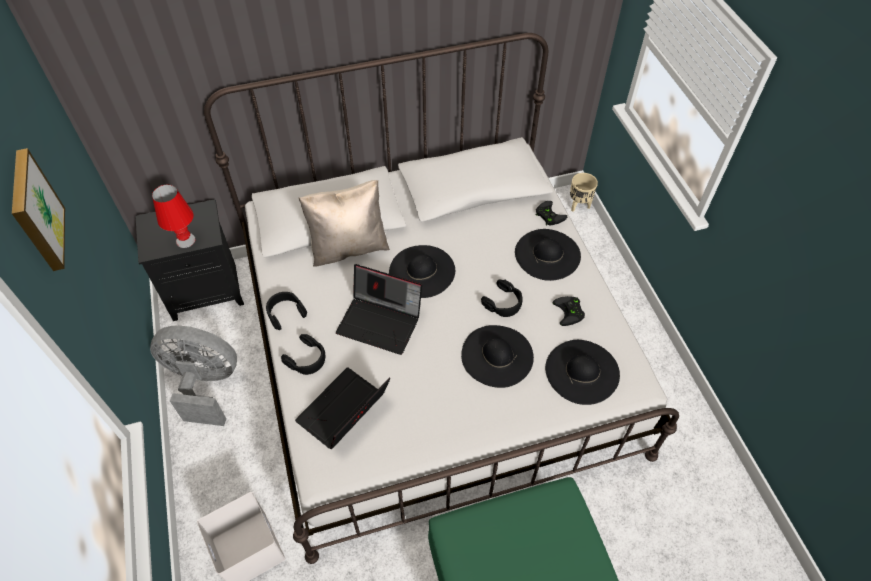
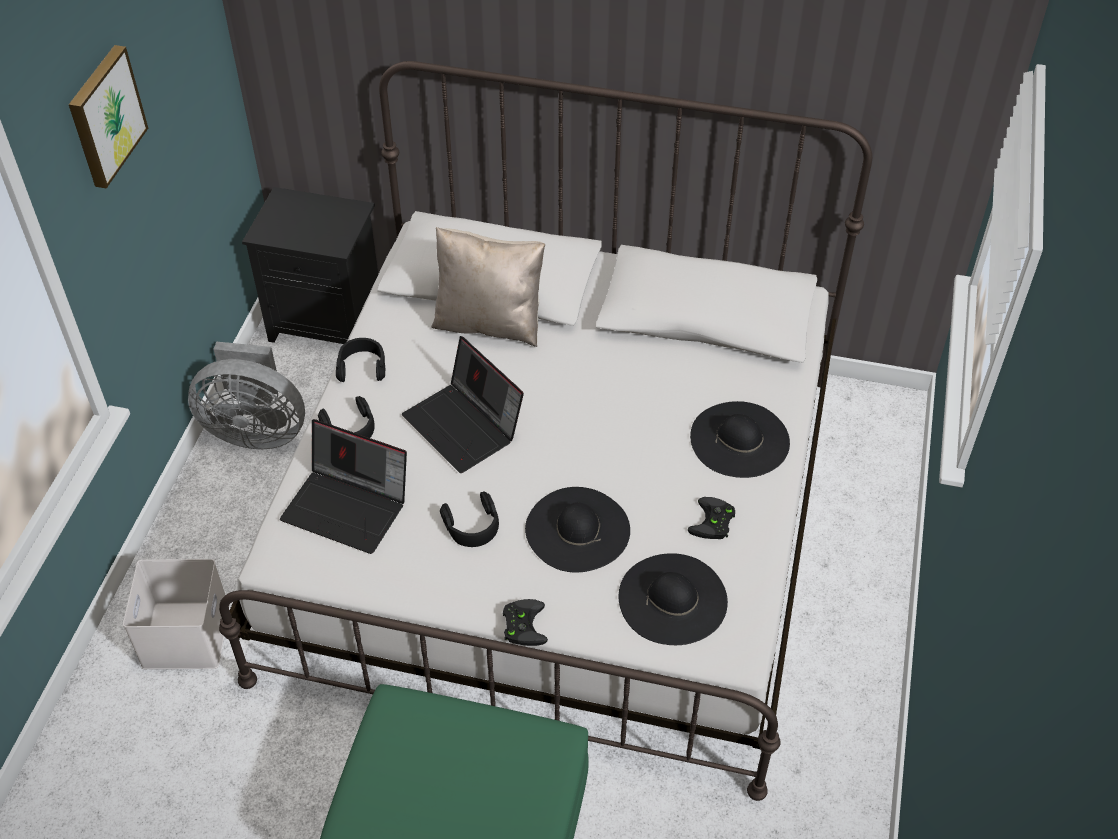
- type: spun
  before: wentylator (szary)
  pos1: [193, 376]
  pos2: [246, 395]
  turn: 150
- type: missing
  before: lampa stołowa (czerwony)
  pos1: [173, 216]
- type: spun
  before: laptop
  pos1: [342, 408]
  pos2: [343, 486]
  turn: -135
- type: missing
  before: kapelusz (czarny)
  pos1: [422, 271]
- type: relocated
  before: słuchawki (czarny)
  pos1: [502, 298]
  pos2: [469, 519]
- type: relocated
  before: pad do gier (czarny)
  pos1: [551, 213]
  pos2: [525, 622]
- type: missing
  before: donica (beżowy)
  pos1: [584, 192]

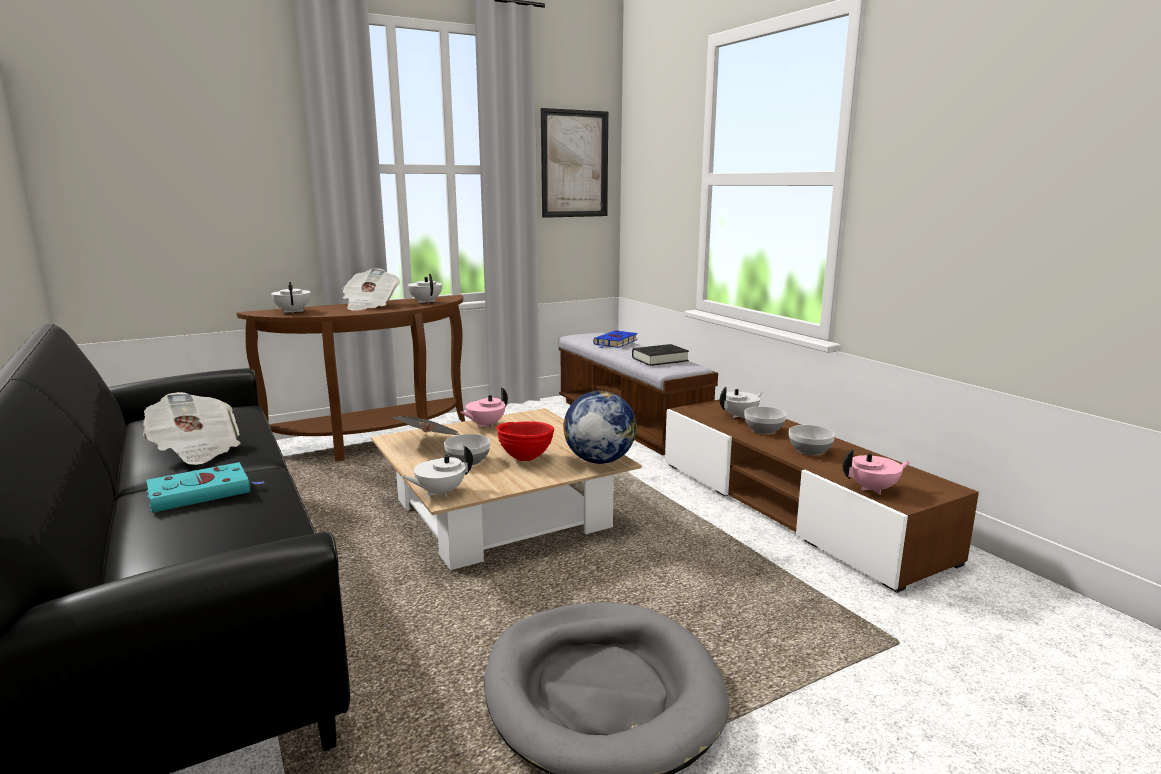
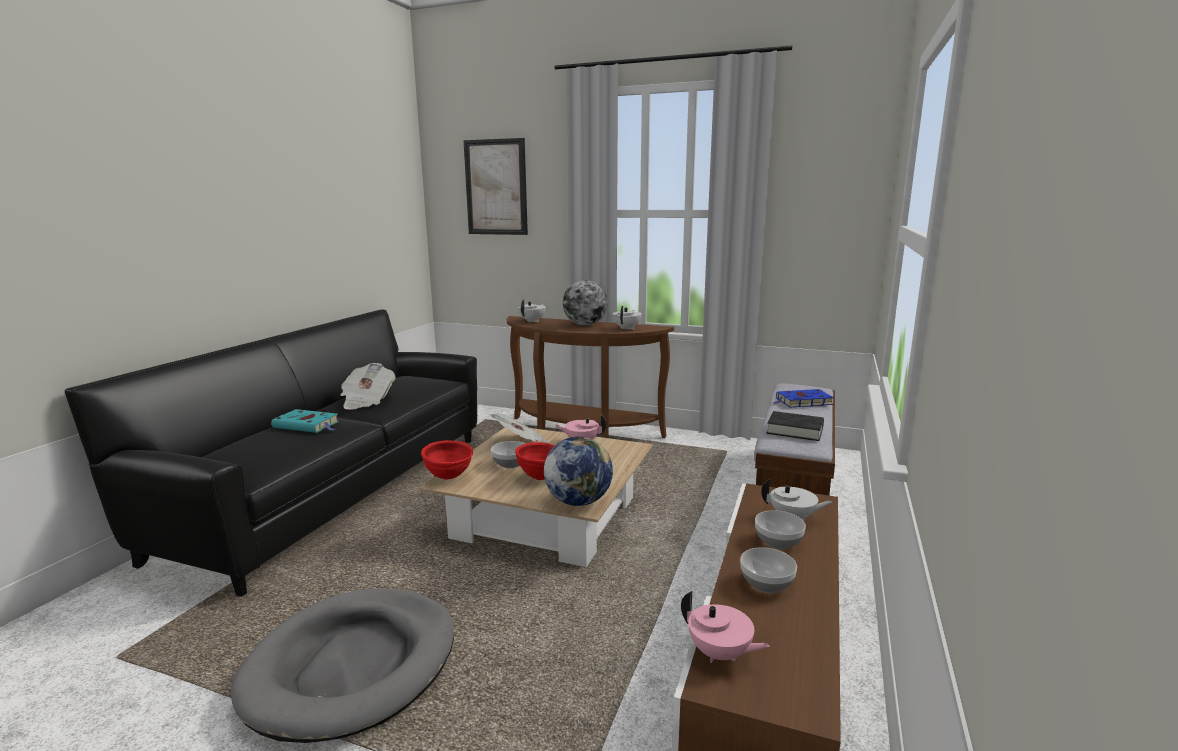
- type: exchanged
  before: gazeta
  after: globus
  pos1: [371, 289]
  pos2: [585, 303]
- type: exchanged
  before: imbryk (biały)
  after: miska (czerwony)
  pos1: [437, 471]
  pos2: [447, 460]
- type: relocated
  before: obraz
  pos1: [574, 163]
  pos2: [495, 186]

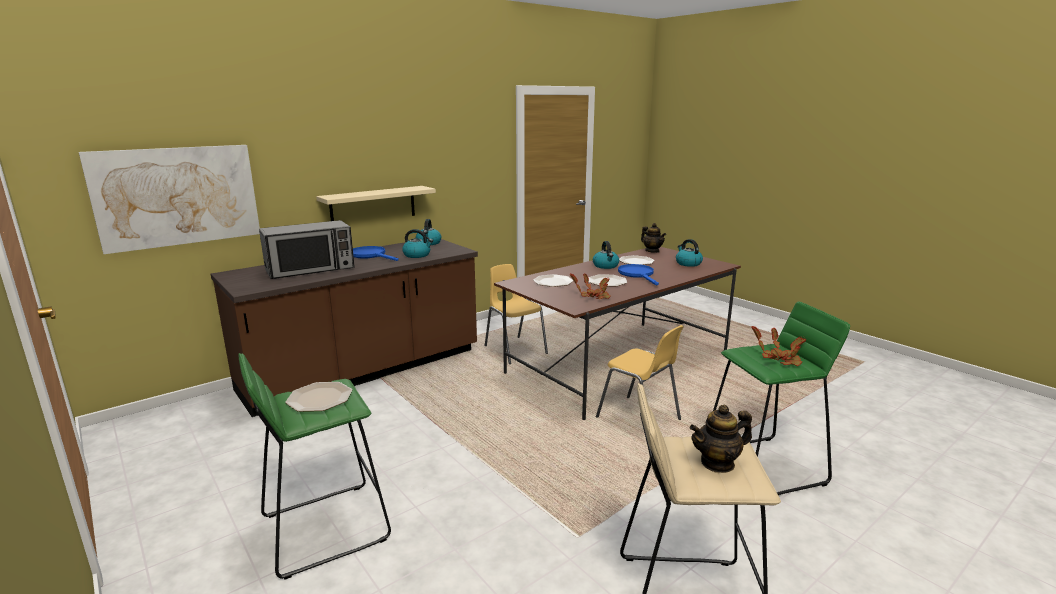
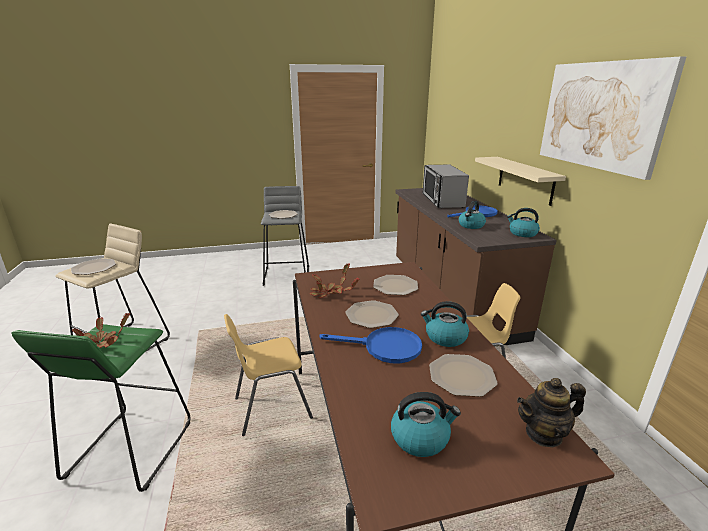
- type: relocated
  before: obraz
  pos1: [169, 199]
  pos2: [613, 118]
- type: colour
  before: stołek (zielony)
  after: stołek (szary)
  pos1: [314, 466]
  pos2: [285, 236]
- type: exchanged
  before: imbryk
  after: talerz
  pos1: [721, 439]
  pos2: [93, 266]

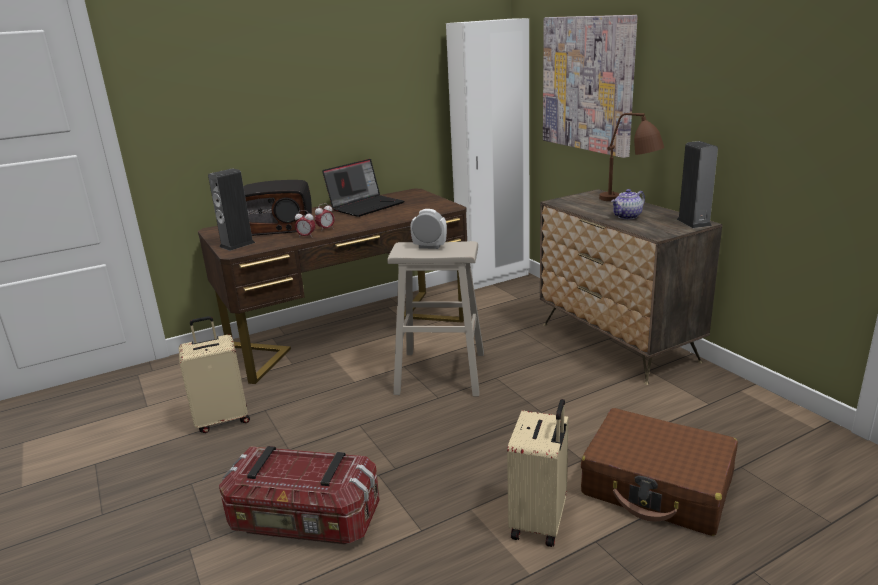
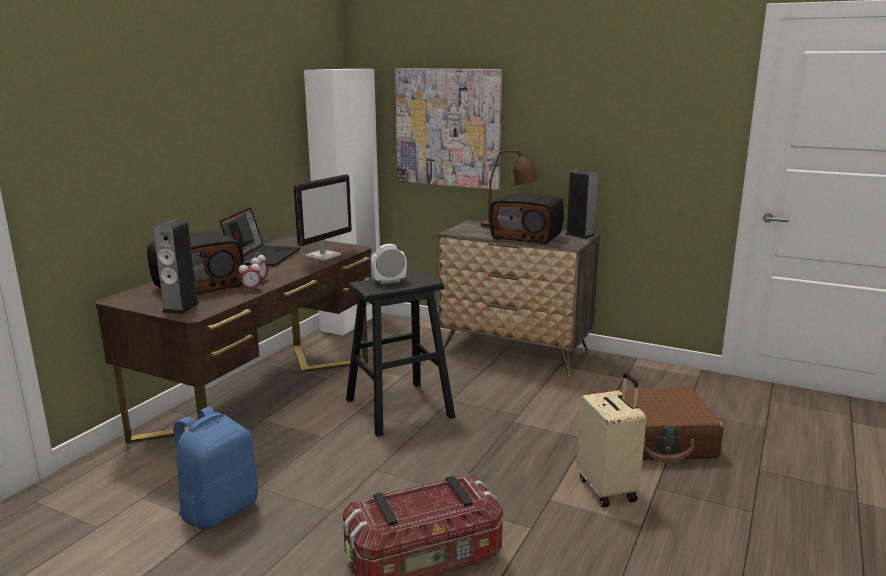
- type: exchanged
  before: walizka (beżowy)
  after: plecak (niebieski)
  pos1: [214, 374]
  pos2: [216, 468]
- type: colour
  before: stołek (beżowy)
  after: stołek (czarny)
  pos1: [435, 318]
  pos2: [400, 354]
- type: exchanged
  before: imbryk
  after: radio
  pos1: [628, 204]
  pos2: [527, 218]
- type: appeared
  after: monitor
  pos2: [322, 217]

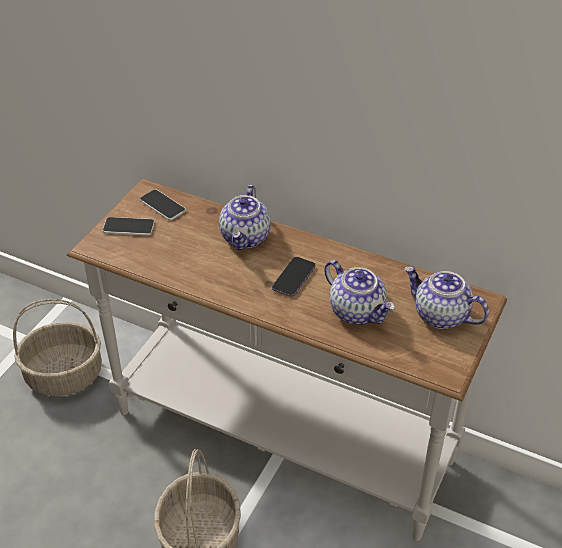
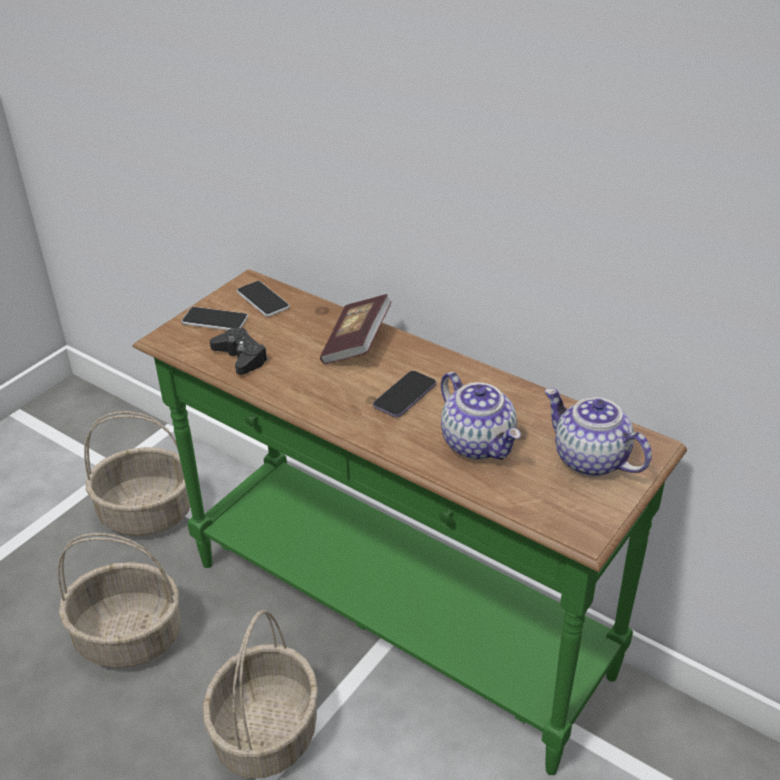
- type: colour
  before: stolik konsolowy (biały)
  after: stolik konsolowy (zielony)
  pos1: [287, 360]
  pos2: [410, 522]
- type: exchanged
  before: imbryk
  after: książka
  pos1: [245, 217]
  pos2: [356, 329]
- type: appeared
  after: koszyk
  pos2: [119, 600]
- type: appeared
  after: pad do gier (czarny)
  pos2: [239, 351]

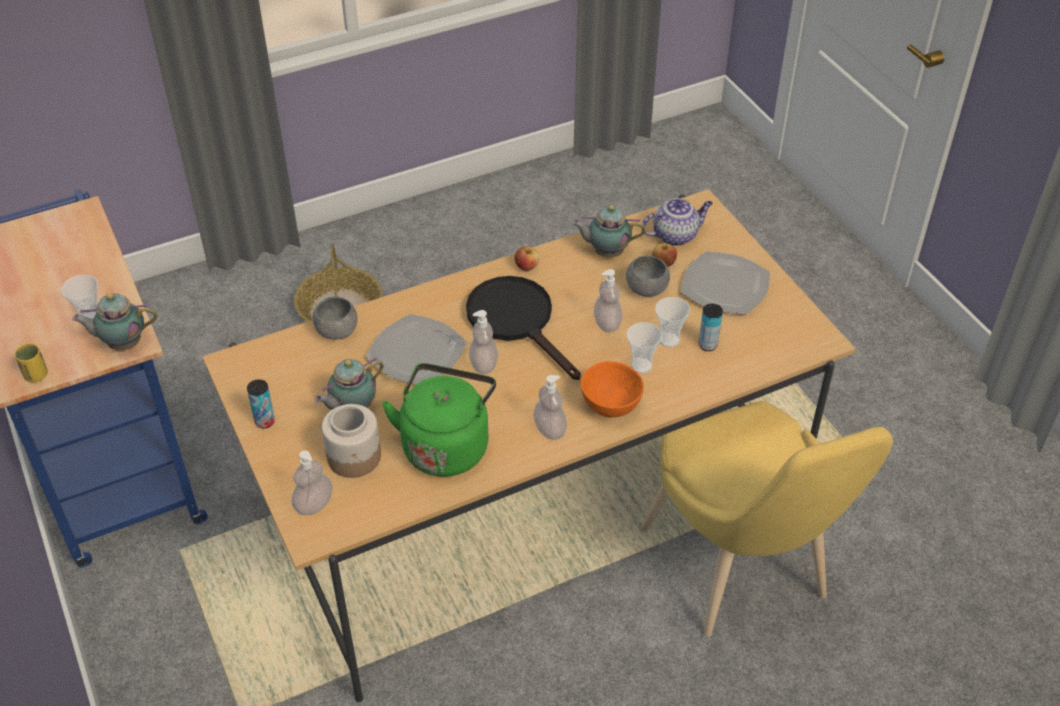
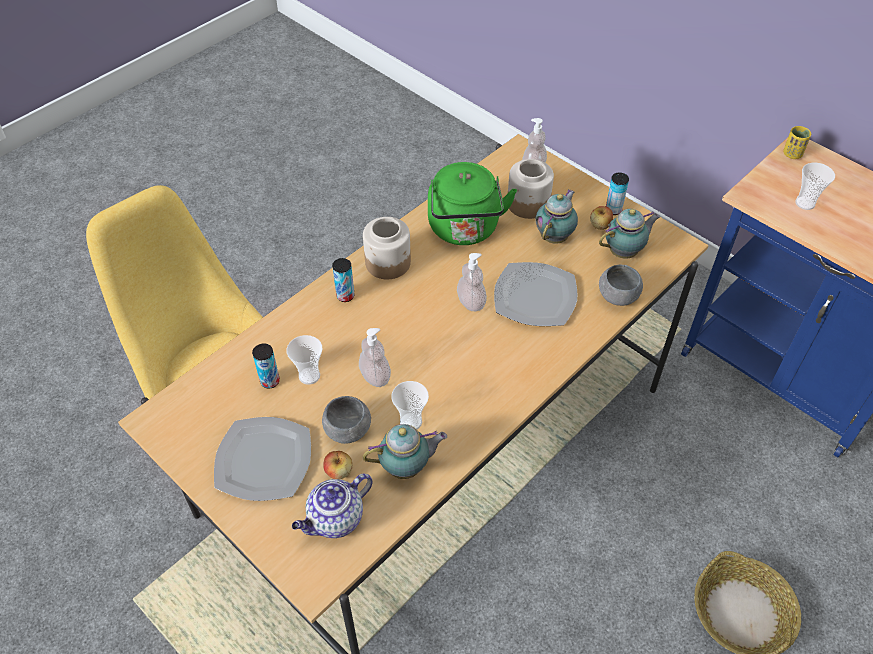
- type: relocated
  before: imbryk
  pos1: [114, 321]
  pos2: [629, 234]
- type: missing
  before: patelnia (czarny)
  pos1: [523, 328]
- type: relocated
  before: jabłko
  pos1: [526, 258]
  pos2: [601, 218]
- type: exchanged
  before: dozownik mydła
  after: słoik
  pos1: [550, 407]
  pos2: [387, 248]
- type: exchanged
  before: miska (pomarańczowy)
  after: puszka
  pos1: [612, 389]
  pos2: [343, 280]
- type: relocated
  before: filiżanka
  pos1: [644, 348]
  pos2: [410, 405]

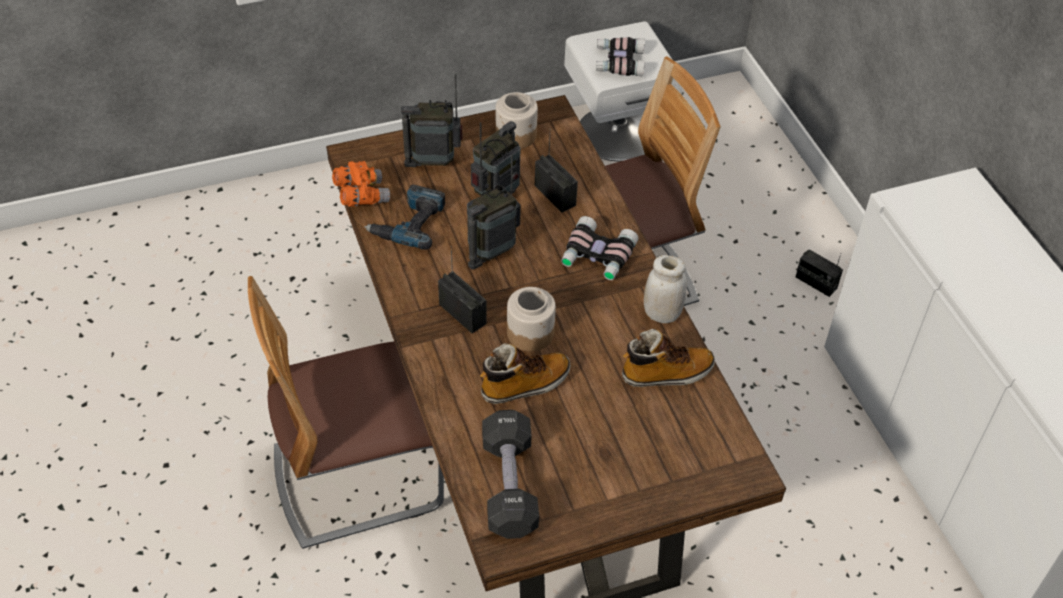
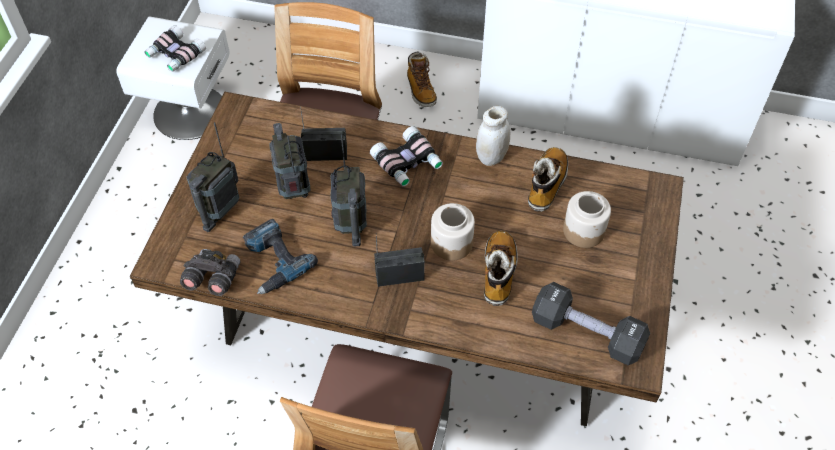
- type: colour
  before: lornetka (pomarańczowy)
  after: lornetka (szary)
  pos1: [361, 184]
  pos2: [210, 272]
- type: relocated
  before: słoik
  pos1: [516, 120]
  pos2: [587, 219]
- type: exchanged
  before: radio
  after: but z cholewką
  pos1: [819, 273]
  pos2: [422, 79]

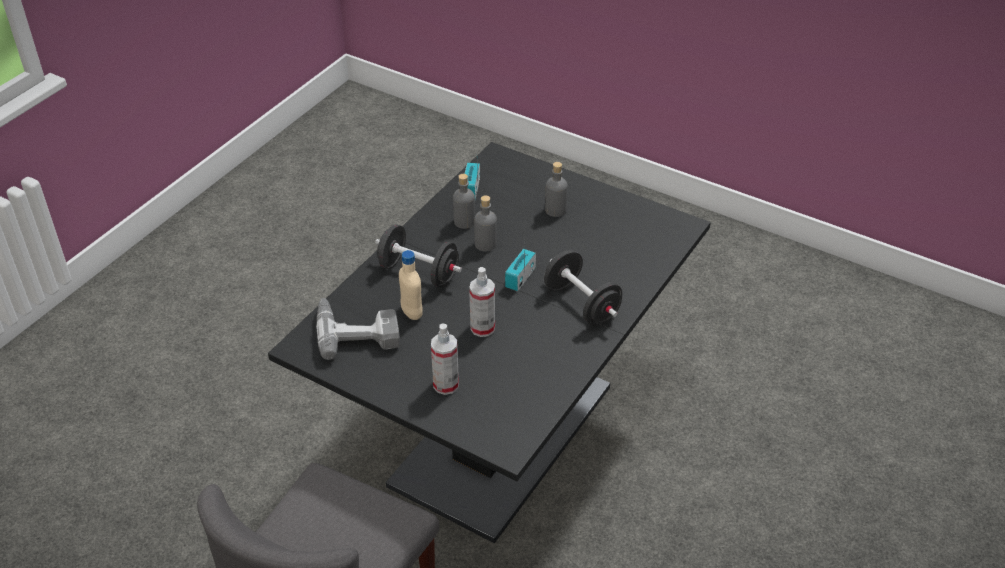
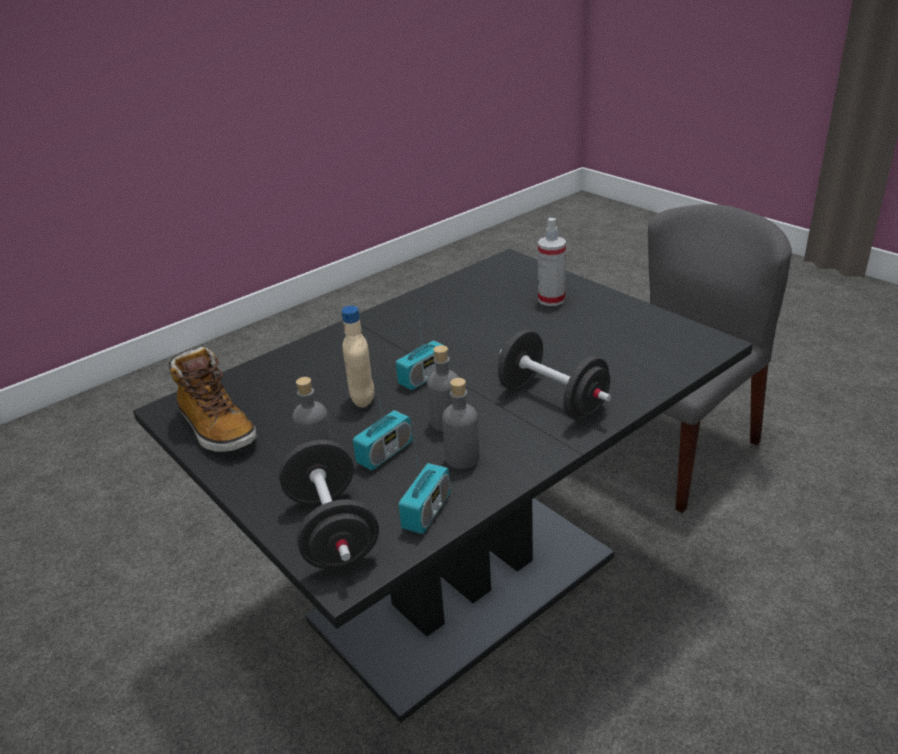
- type: missing
  before: wiertarka
  pos1: [358, 329]
- type: relocated
  before: butelka (beżowy)
  pos1: [411, 285]
  pos2: [357, 357]
- type: missing
  before: spryskiwacz
  pos1: [482, 302]
- type: relocated
  before: hantel (czarny)
  pos1: [583, 287]
  pos2: [329, 504]
- type: appeared
  after: but z cholewką
  pos2: [213, 399]
- type: appeared
  after: radio
  pos2: [382, 420]

